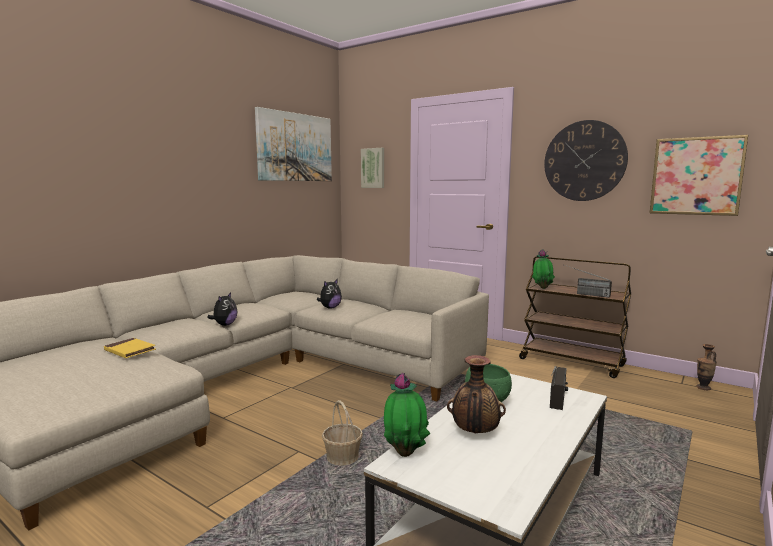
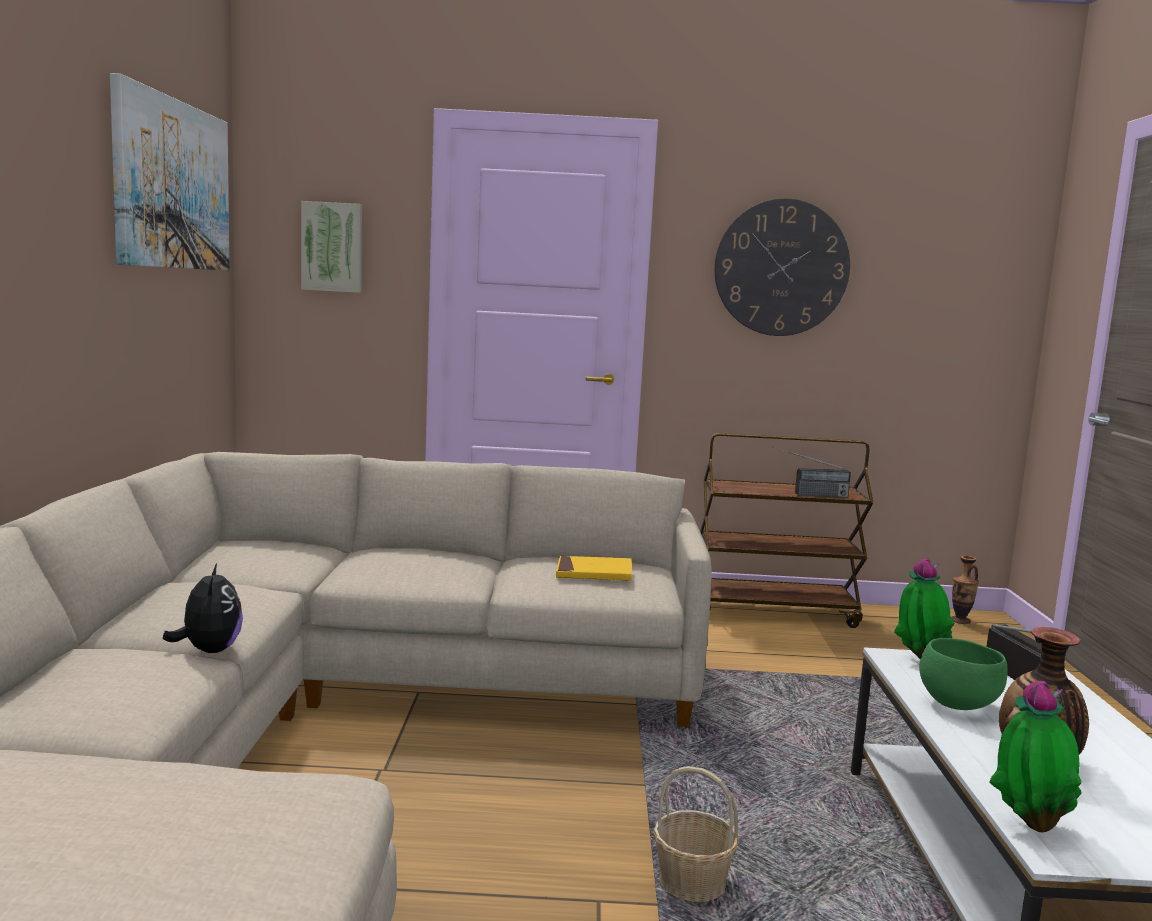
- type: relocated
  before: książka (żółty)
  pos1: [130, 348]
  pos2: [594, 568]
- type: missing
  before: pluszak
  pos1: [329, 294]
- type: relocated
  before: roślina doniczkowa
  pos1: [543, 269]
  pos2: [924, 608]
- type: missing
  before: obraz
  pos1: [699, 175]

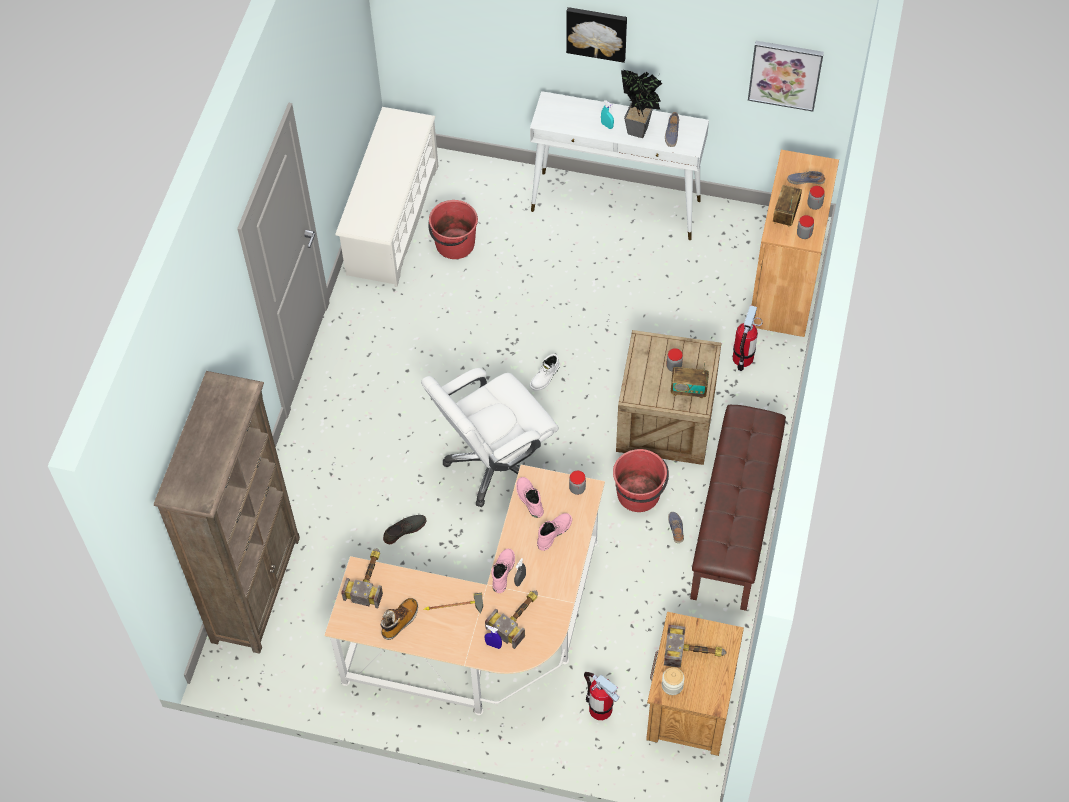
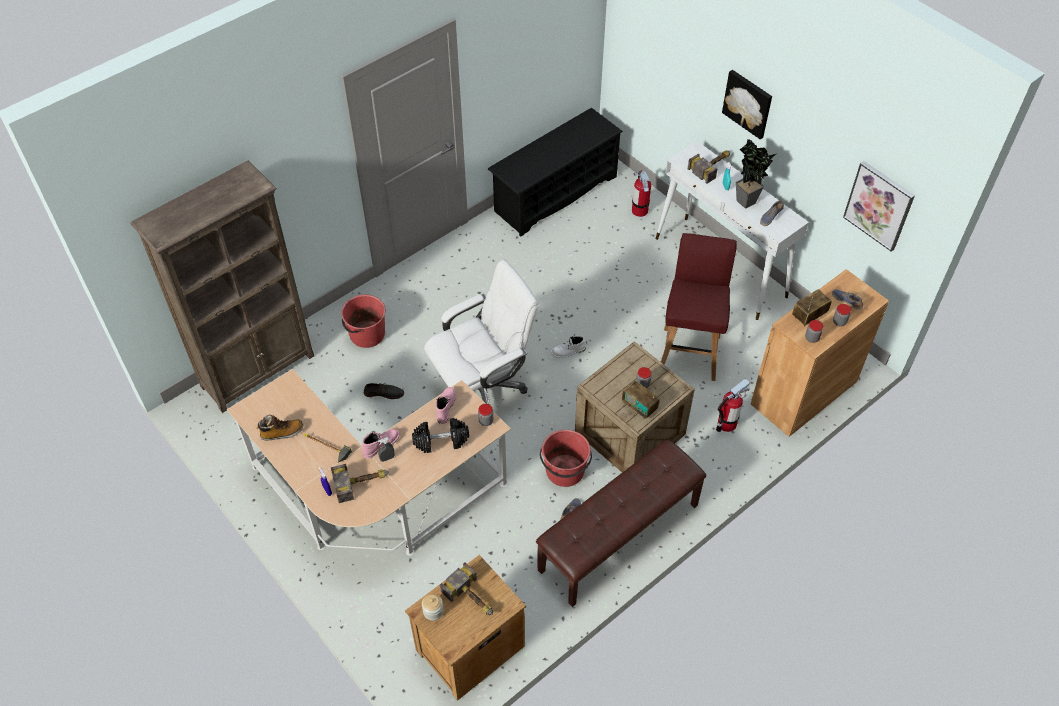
- type: colour
  before: regał na buty (biały)
  after: regał na buty (czarny)
  pos1: [386, 197]
  pos2: [555, 172]
- type: relocated
  before: młotek
  pos1: [362, 578]
  pos2: [709, 167]
- type: spun
  before: krzesło biurowe (biały)
  pos1: [490, 437]
  pos2: [481, 332]
  turn: 150
- type: relocated
  before: wiadro (czerwony)
  pos1: [453, 229]
  pos2: [363, 321]
- type: exchanged
  before: but z cholewką (różowy)
  after: hantel (czarny)
  pos1: [554, 532]
  pos2: [440, 435]
- type: relocated
  before: gaśnica
  pos1: [602, 696]
  pos2: [641, 193]
- type: appeared
  after: stołek (czerwony)
  pos2: [698, 307]

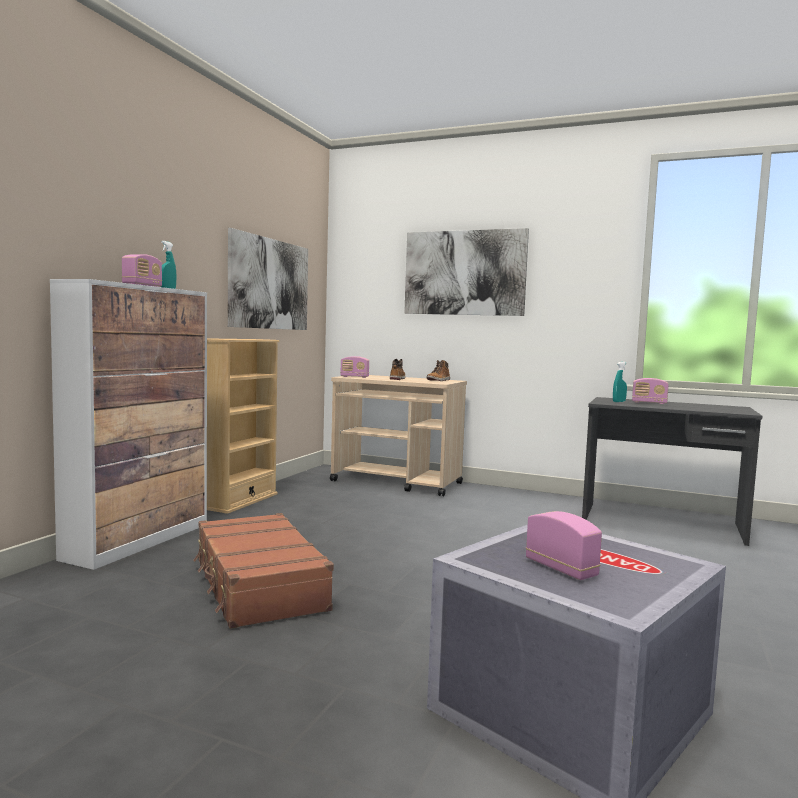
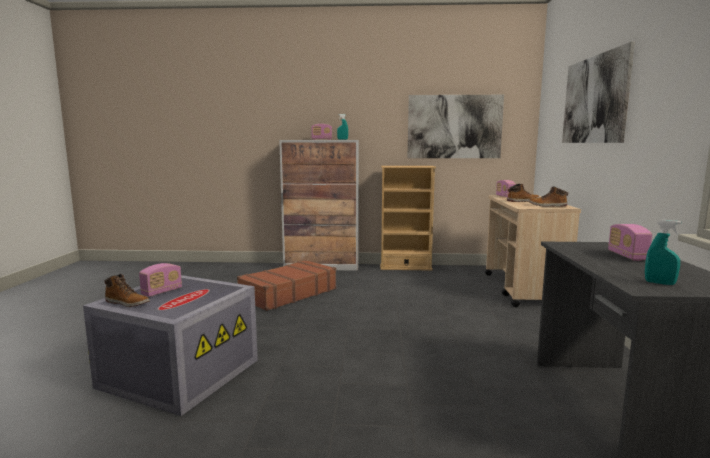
- type: relocated
  before: spryskiwacz (turkusowy)
  pos1: [620, 382]
  pos2: [663, 252]
- type: appeared
  after: but z cholewką
  pos2: [127, 290]

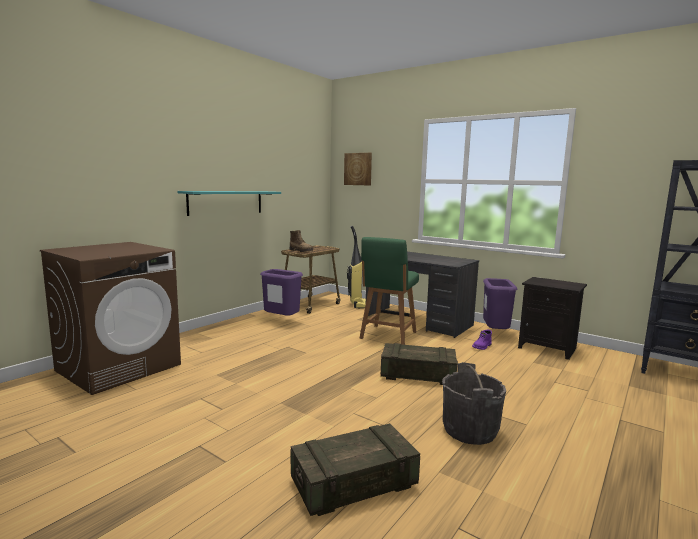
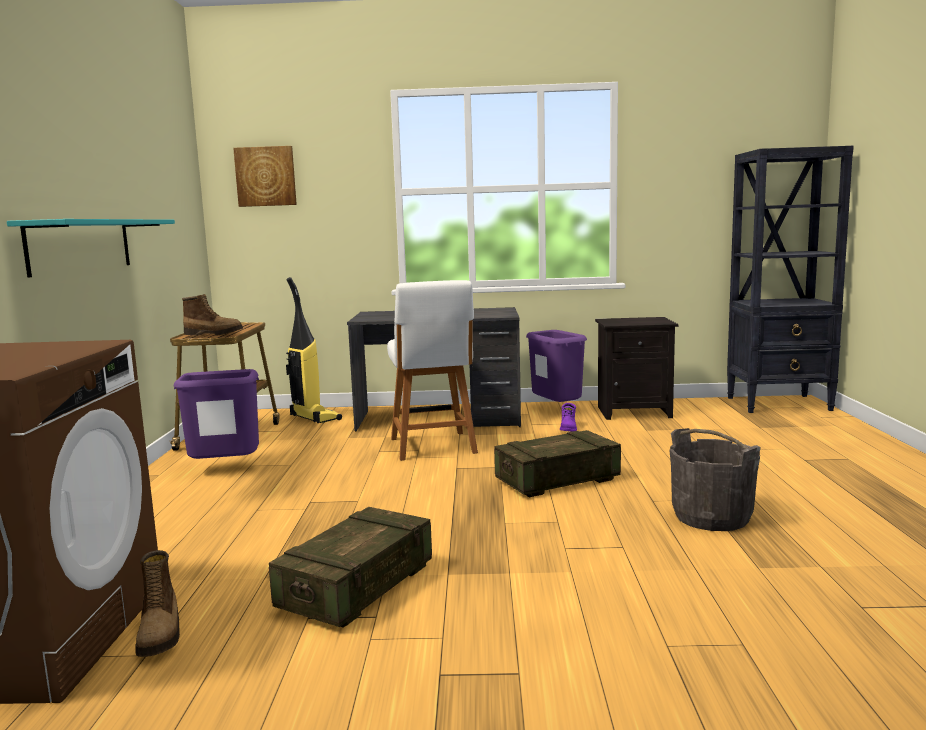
- type: relocated
  before: skrzynka
  pos1: [355, 469]
  pos2: [350, 567]
- type: colour
  before: krzesło (zielony)
  after: krzesło (biały)
  pos1: [389, 291]
  pos2: [432, 370]
- type: appeared
  after: but z cholewką
  pos2: [158, 603]

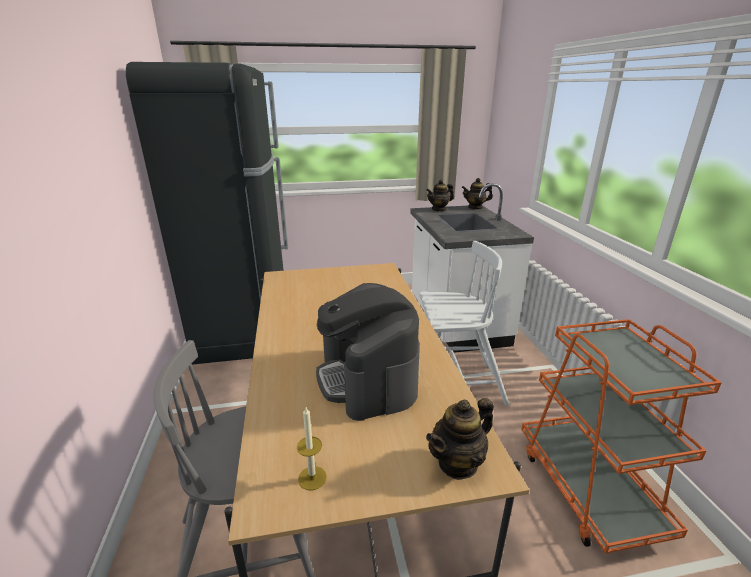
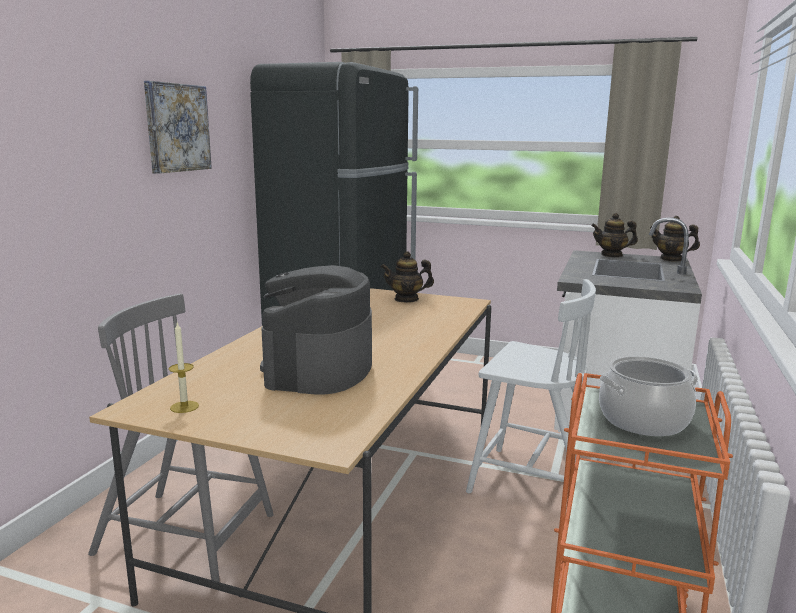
- type: relocated
  before: imbryk
  pos1: [460, 439]
  pos2: [407, 277]
- type: appeared
  after: obraz
  pos2: [178, 127]
- type: appeared
  after: garnek
  pos2: [648, 396]

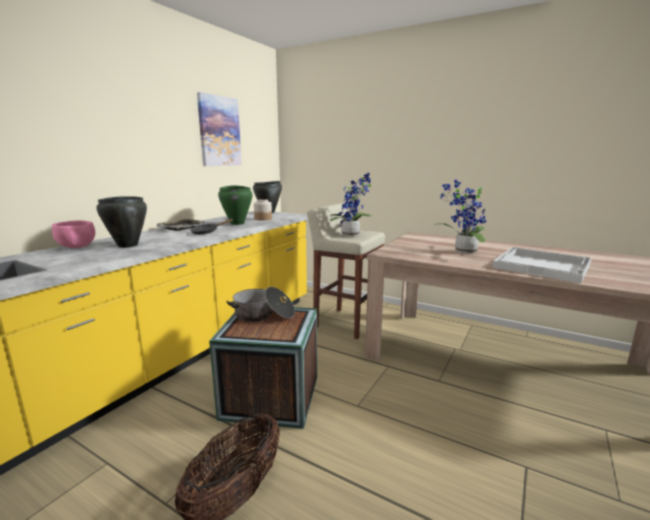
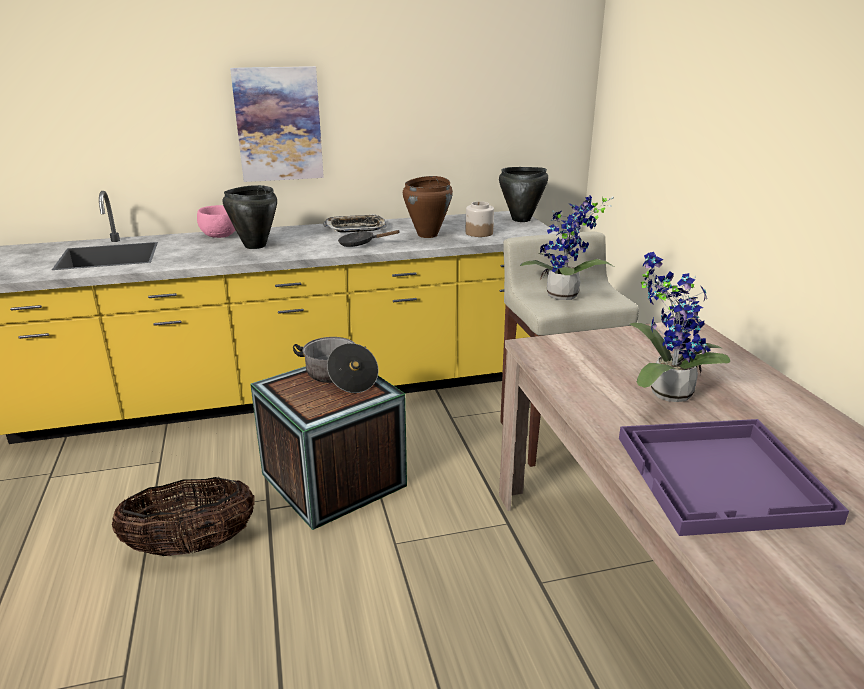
- type: relocated
  before: obraz
  pos1: [219, 129]
  pos2: [277, 124]
- type: colour
  before: garnek (zielony)
  after: garnek (brązowy)
  pos1: [235, 205]
  pos2: [428, 207]
- type: colour
  before: taca (biały)
  after: taca (fioletowy)
  pos1: [541, 265]
  pos2: [734, 477]

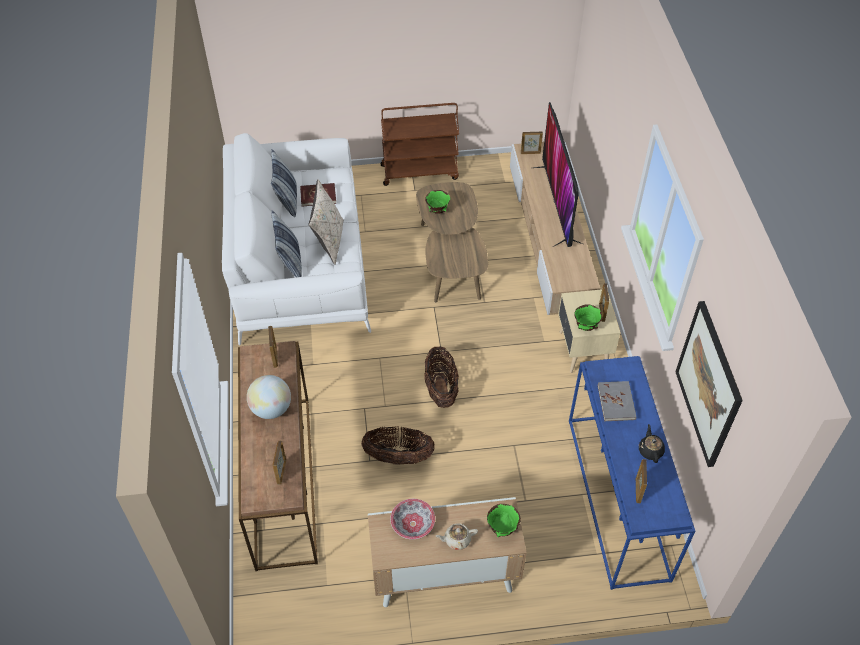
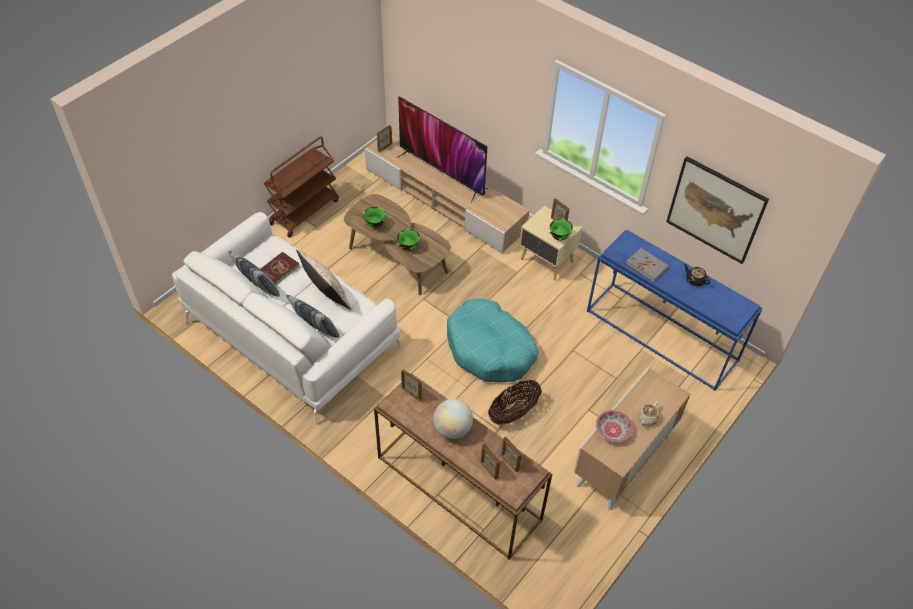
- type: exchanged
  before: koszyk
  after: legowisko (turkusowy)
  pos1: [441, 377]
  pos2: [492, 340]
- type: relocated
  before: miska (zielony)
  pos1: [504, 520]
  pos2: [408, 240]
- type: relocated
  before: ramka na zdjęcie
  pos1: [641, 481]
  pos2: [490, 462]

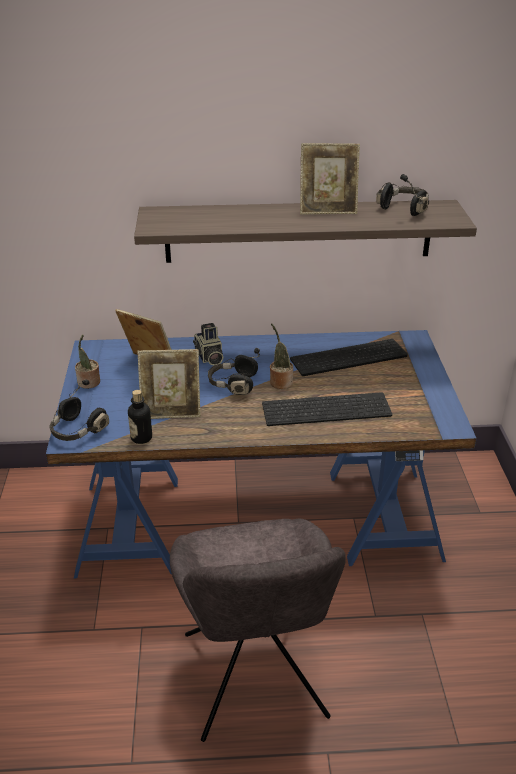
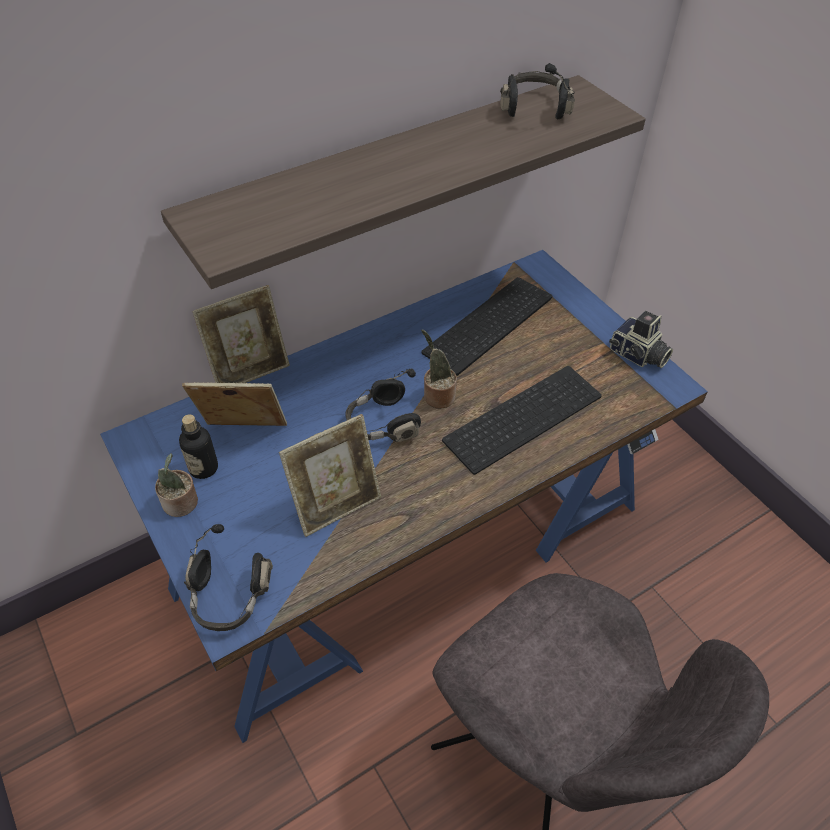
- type: relocated
  before: butelka
  pos1: [140, 417]
  pos2: [198, 446]
- type: relocated
  before: aparat fotograficzny
  pos1: [208, 344]
  pos2: [641, 339]
- type: relocated
  before: ramka na zdjęcie
  pos1: [330, 179]
  pos2: [241, 334]

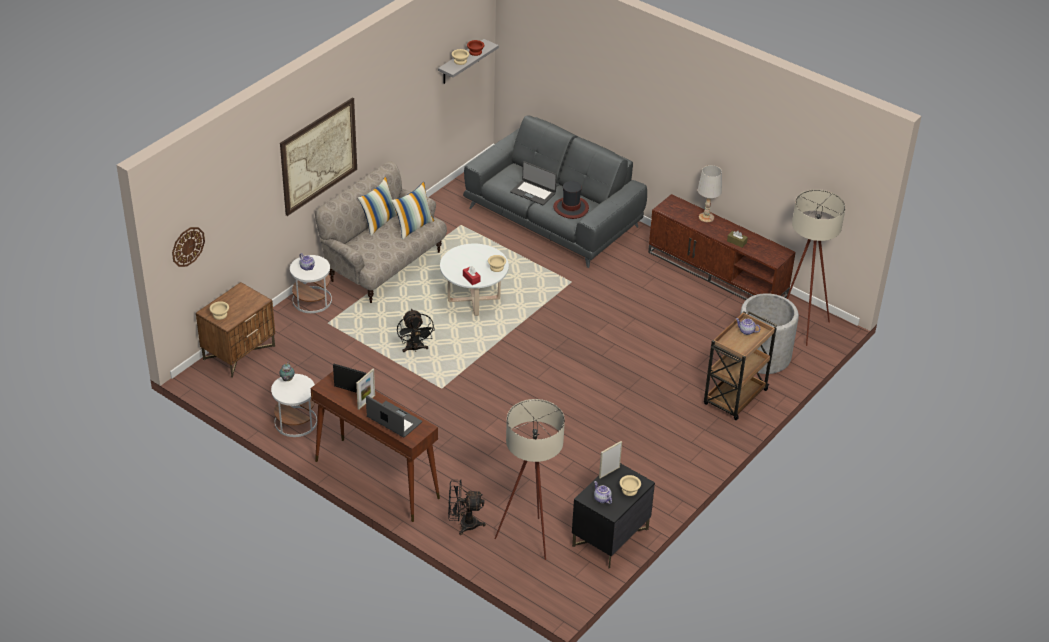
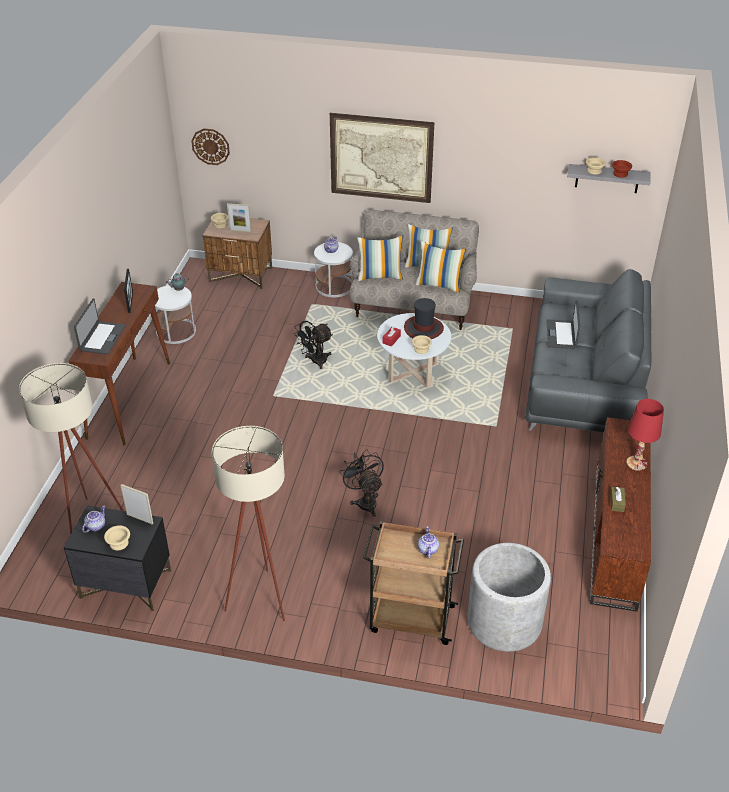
- type: relocated
  before: ramka na zdjęcie
  pos1: [365, 389]
  pos2: [239, 217]
- type: relocated
  before: wentylator (czarny)
  pos1: [467, 507]
  pos2: [362, 483]
- type: relocated
  before: kapelusz
  pos1: [571, 200]
  pos2: [424, 318]
- type: colour
  before: lampa stołowa (biały)
  after: lampa stołowa (czerwony)
  pos1: [710, 193]
  pos2: [645, 435]
- type: relocated
  before: lampa stojąca (beżowy)
  pos1: [816, 267]
  pos2: [248, 523]
- type: appeared
  after: poduszka
  pos2: [380, 258]

